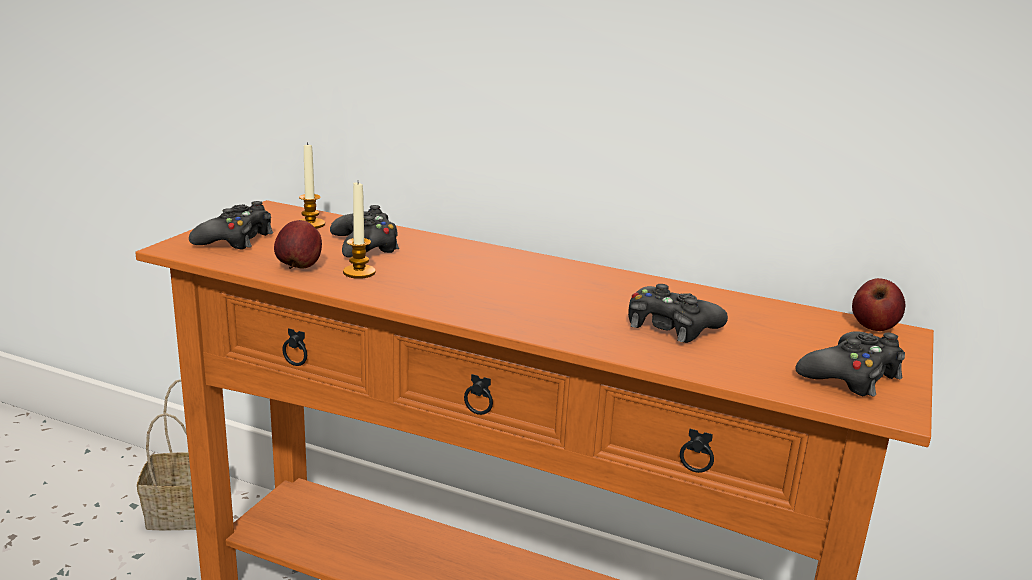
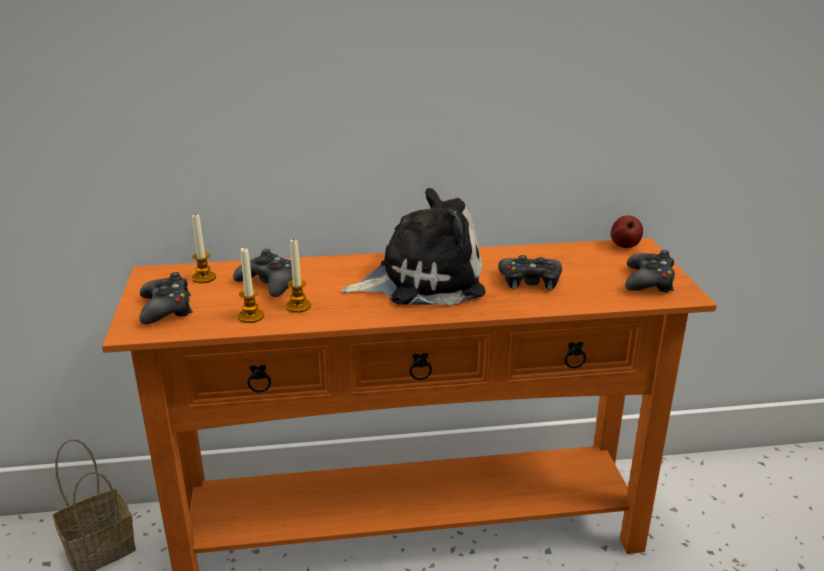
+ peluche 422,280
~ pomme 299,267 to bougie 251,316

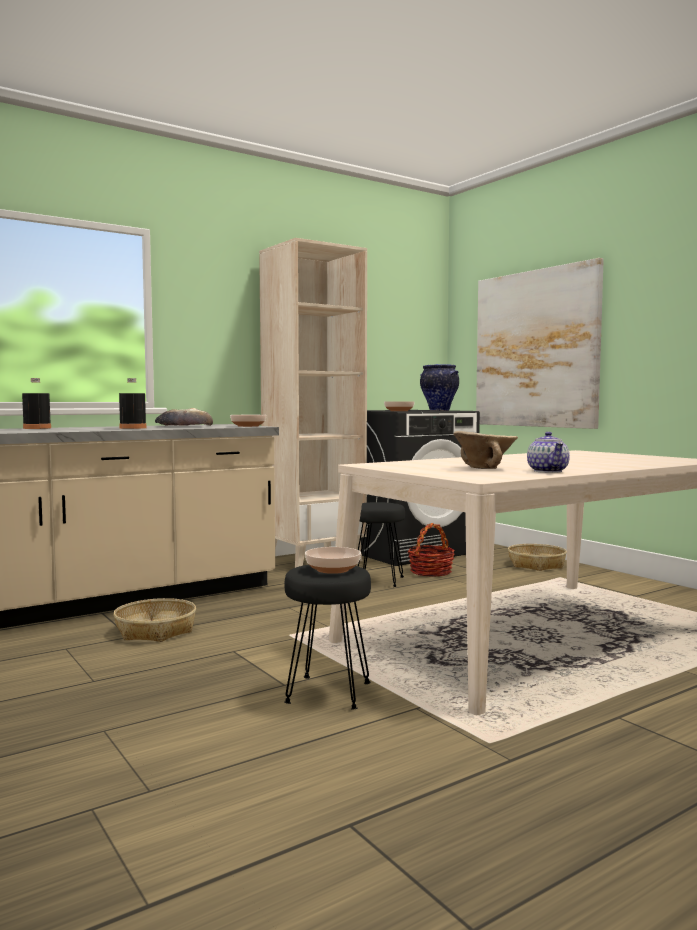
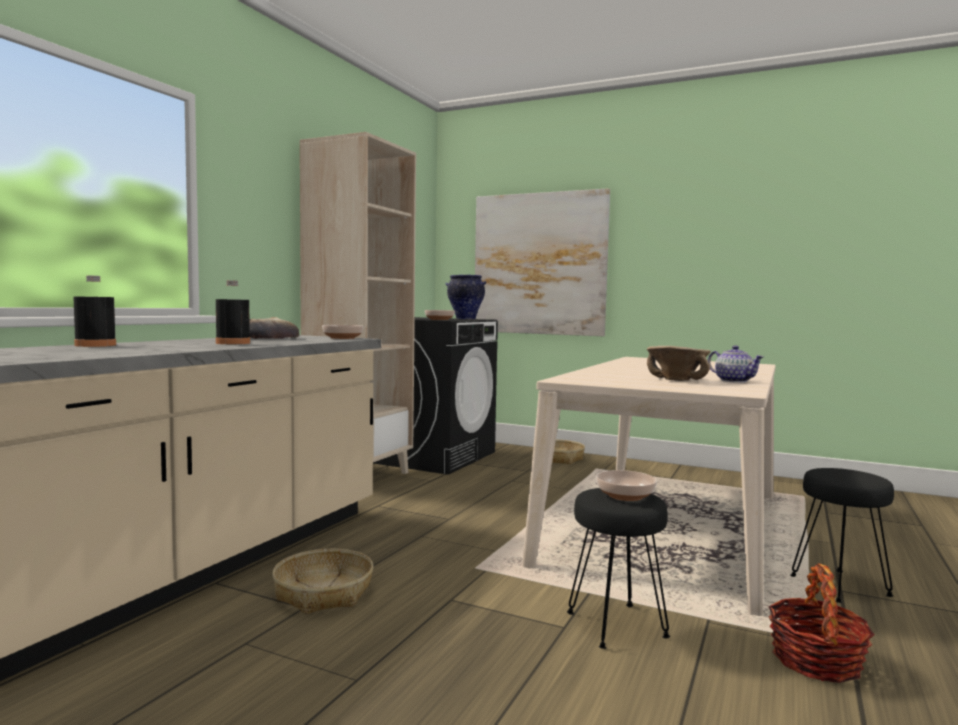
~ tabouret [noir] 378,581 to 840,586
~ panier 431,572 to 816,661

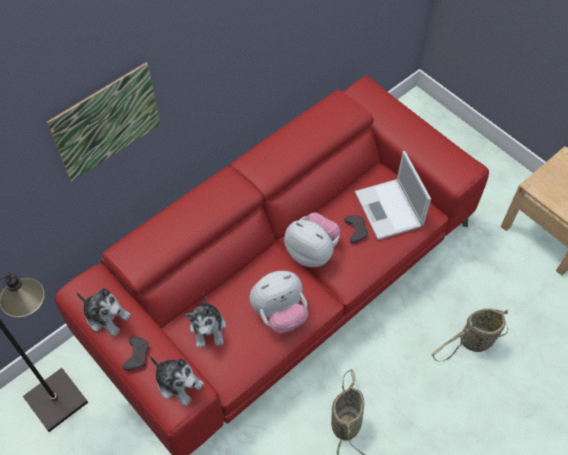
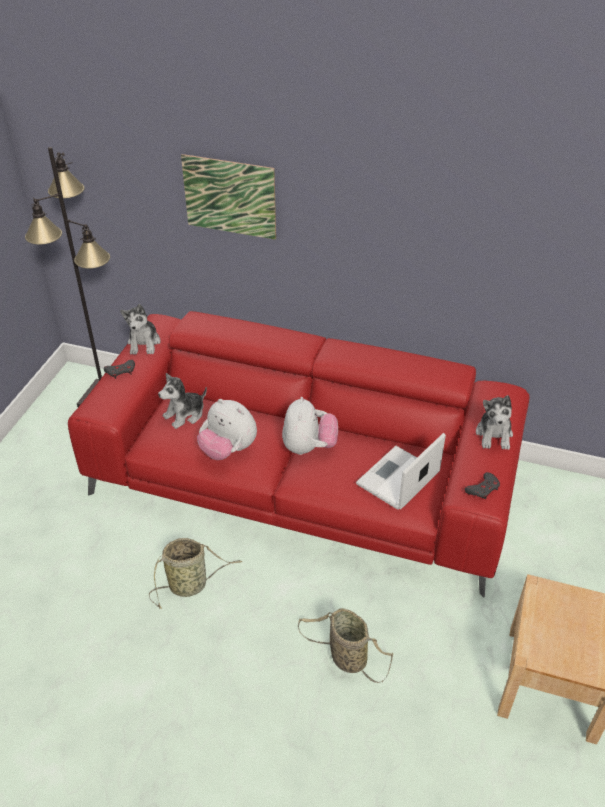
~ peluche 178,383 to 494,434
~ manette [gris] 356,230 to 483,488

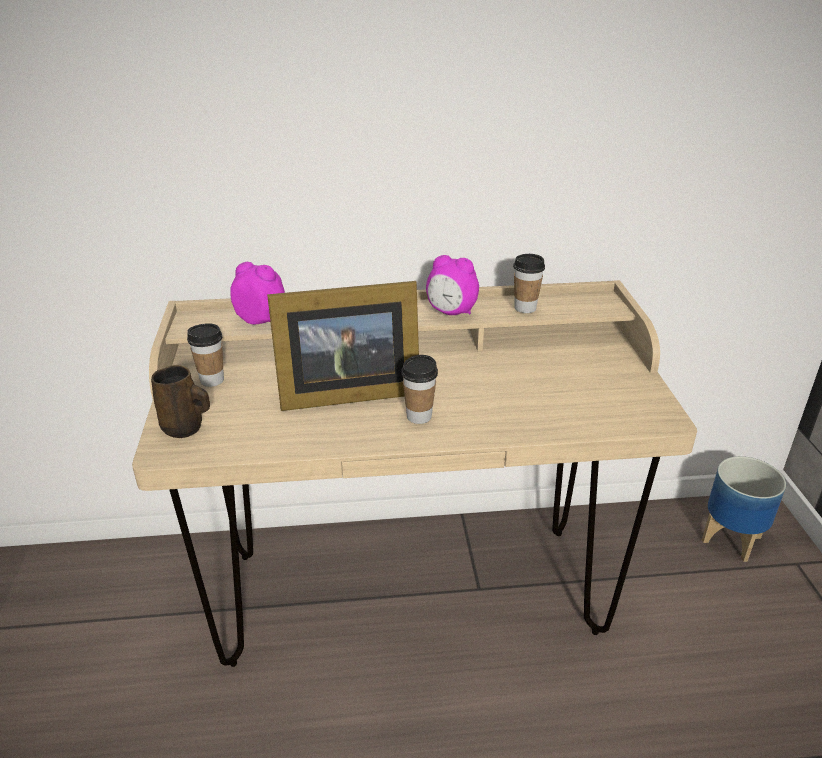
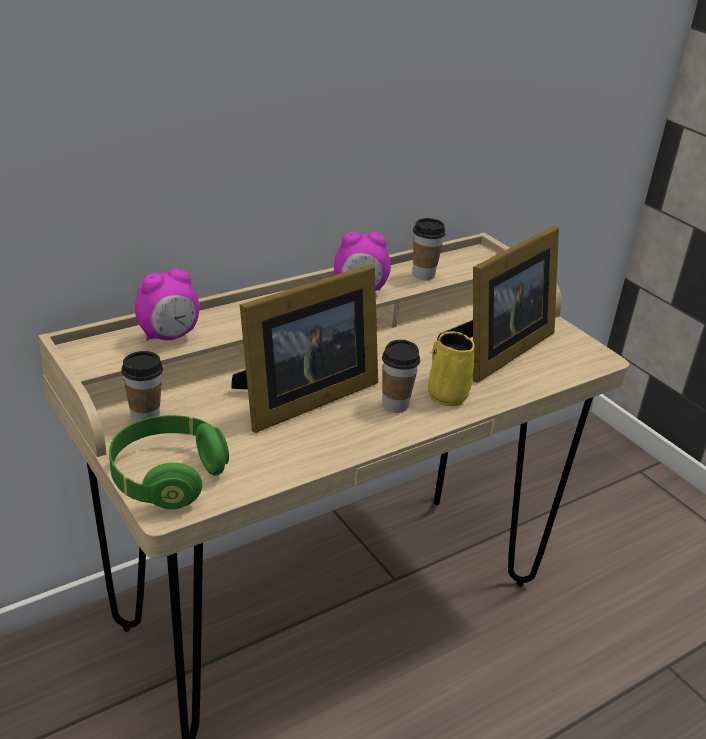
- cache-pot 731,538
+ mug [jaune] 446,394
+ cadre photo 497,350
~ mug [marron] 185,428 to casque audio [vert] 167,477
~ réveil 261,319 = 169,336 150 degrees clockwise

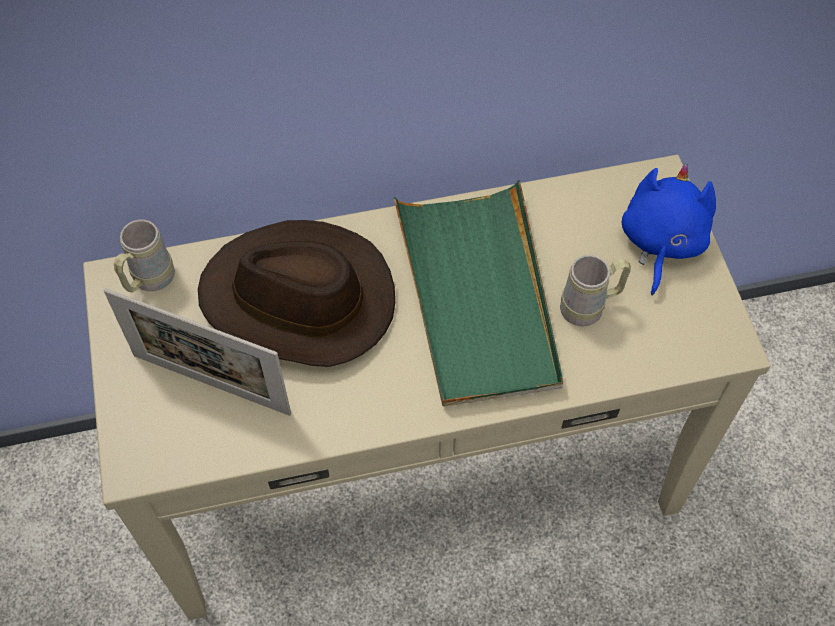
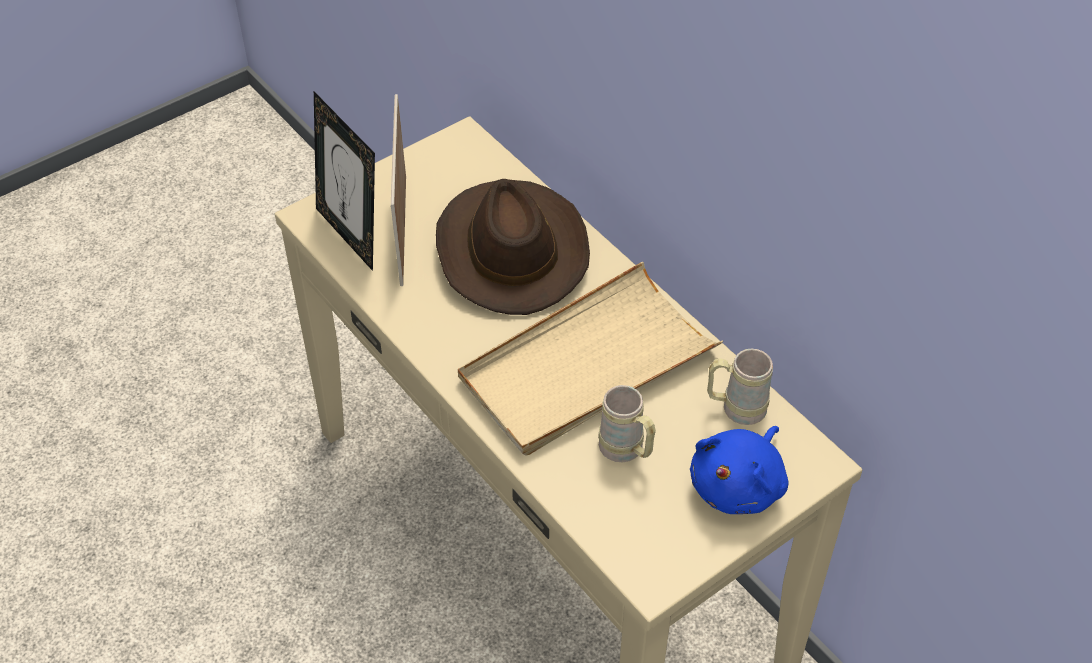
+ cadre photo 351,235
~ mug [beige] 148,281 to 735,408
~ plateau [vert] 478,296 to plateau [beige] 587,366
~ peluche [bleu] 661,242 = 739,485 135 degrees clockwise

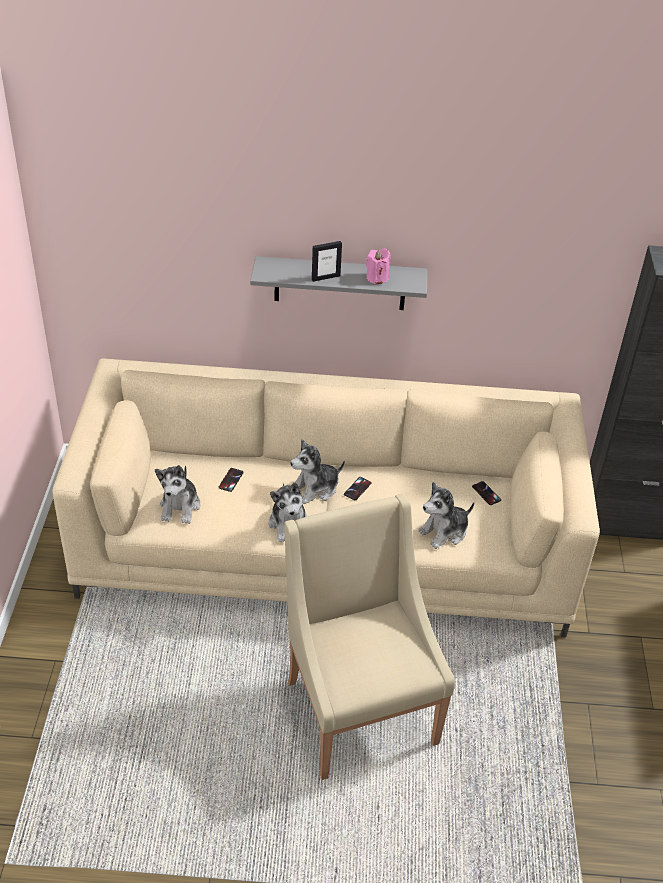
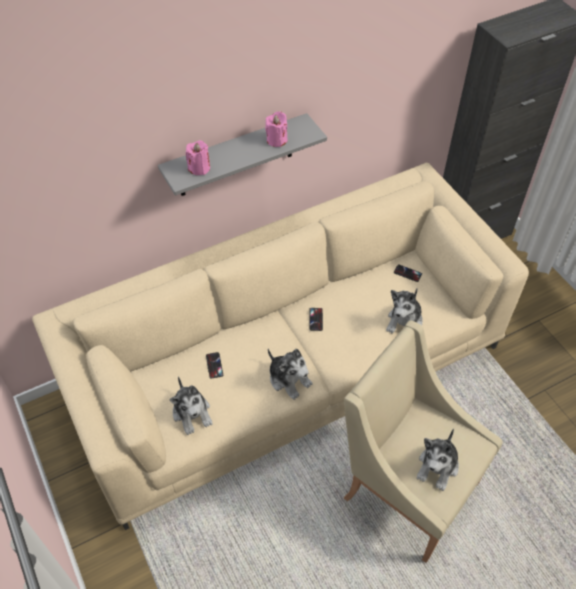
- cadre photo 325,277
+ bougie [rose] 199,168
~ peluche 316,488 to 438,466

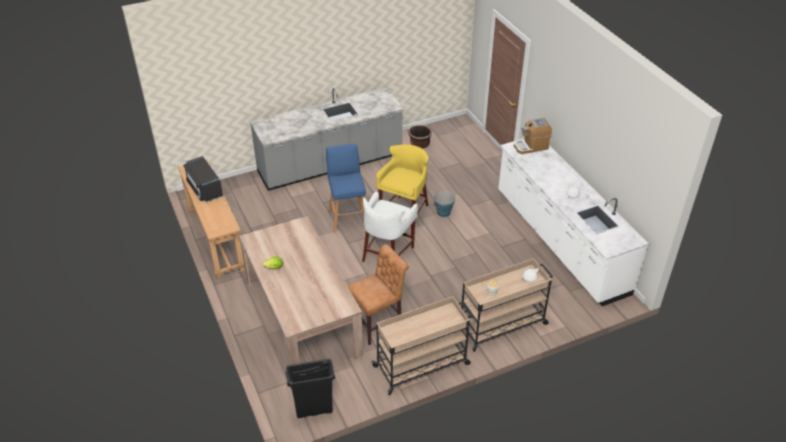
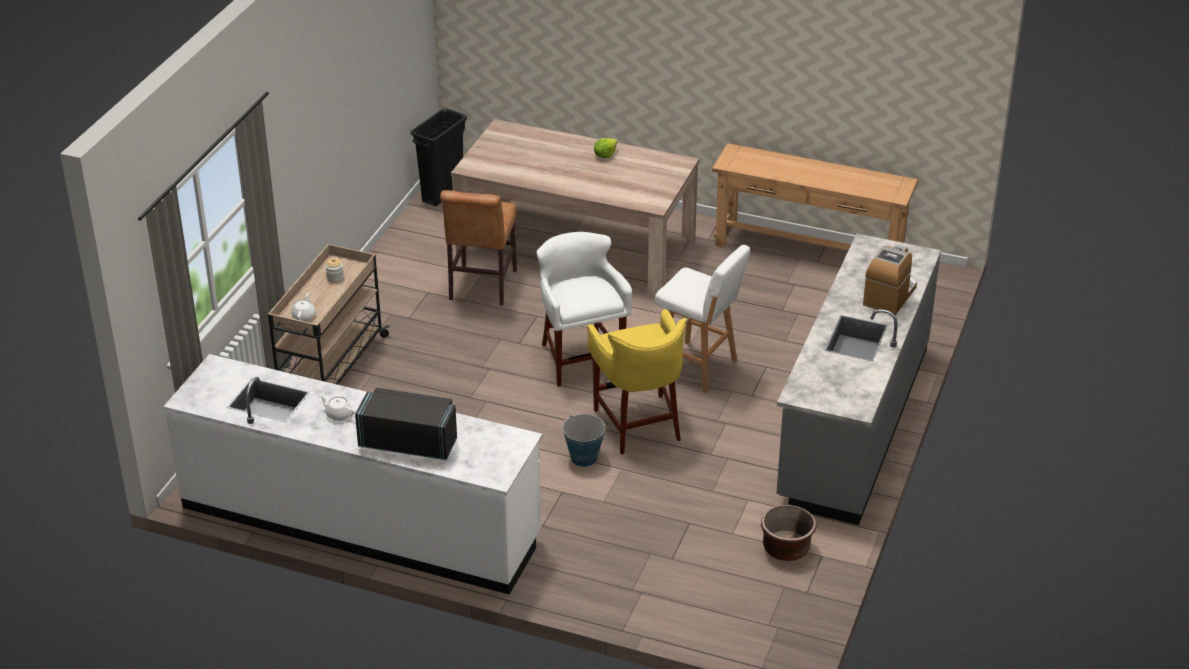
- chariot [beige] 422,365
~ micro-ondes [noir] 204,188 to 409,443
~ machine à café 531,146 to 889,296
~ tabouret [bleu] 348,219 to tabouret [blanc] 698,368

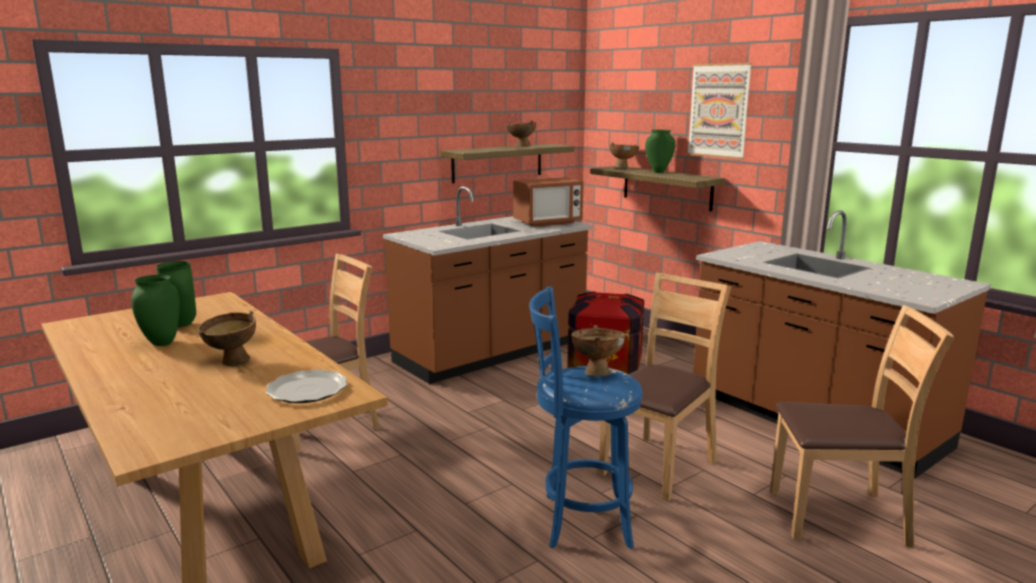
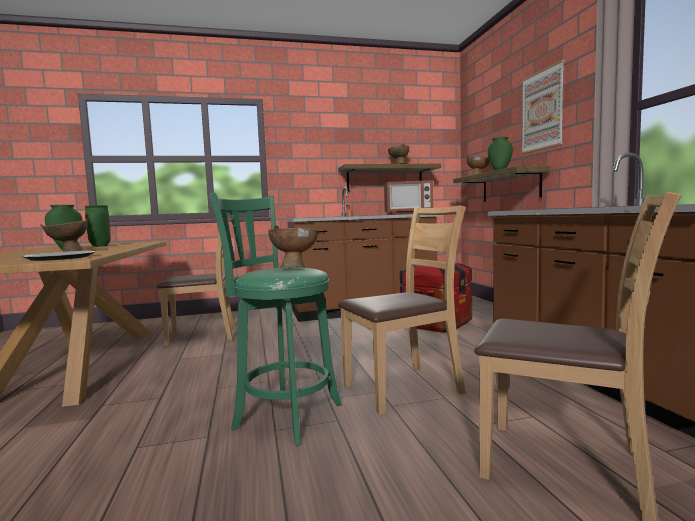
~ tabouret [bleu] 581,520 to tabouret [vert] 283,415

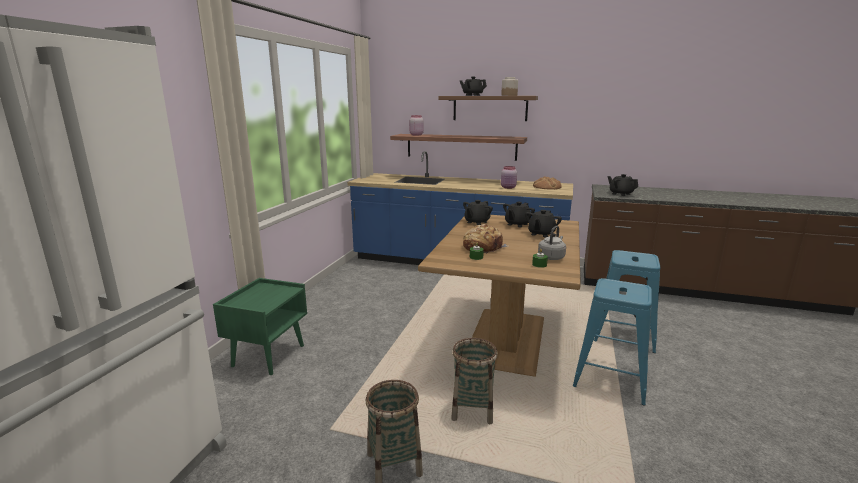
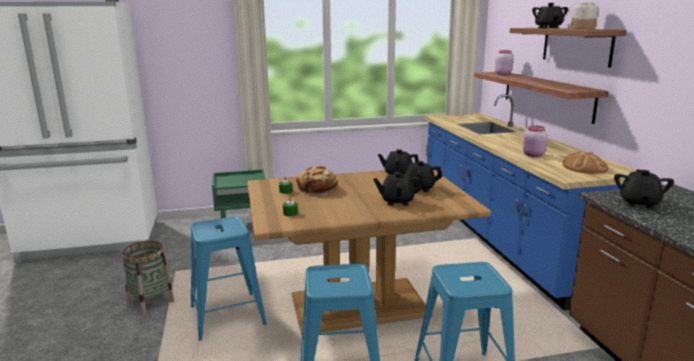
- bouilloire [gris] 551,257
~ panier 472,410 to tabouret [bleu] 228,316

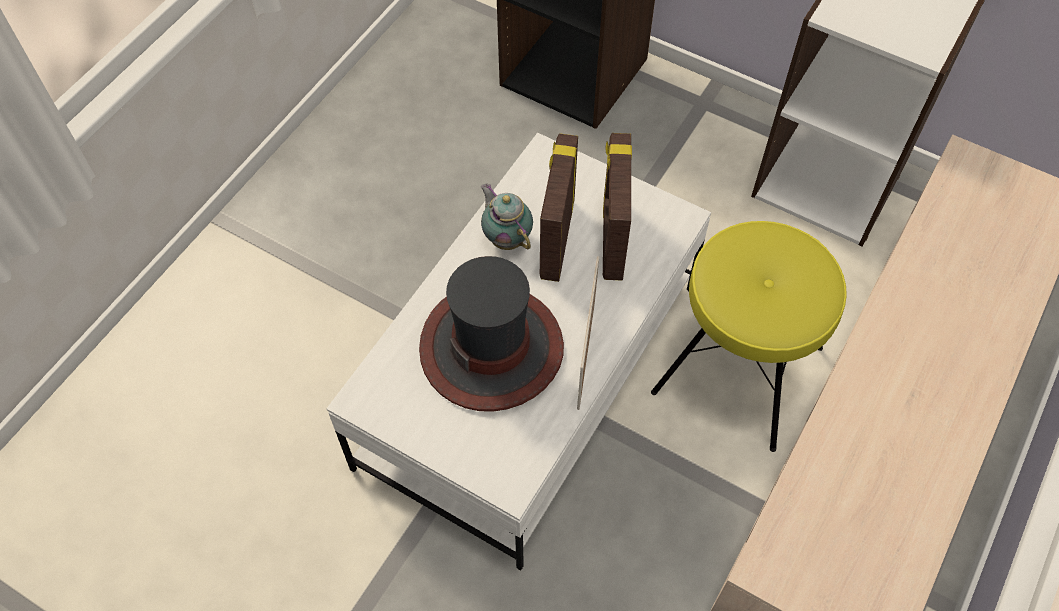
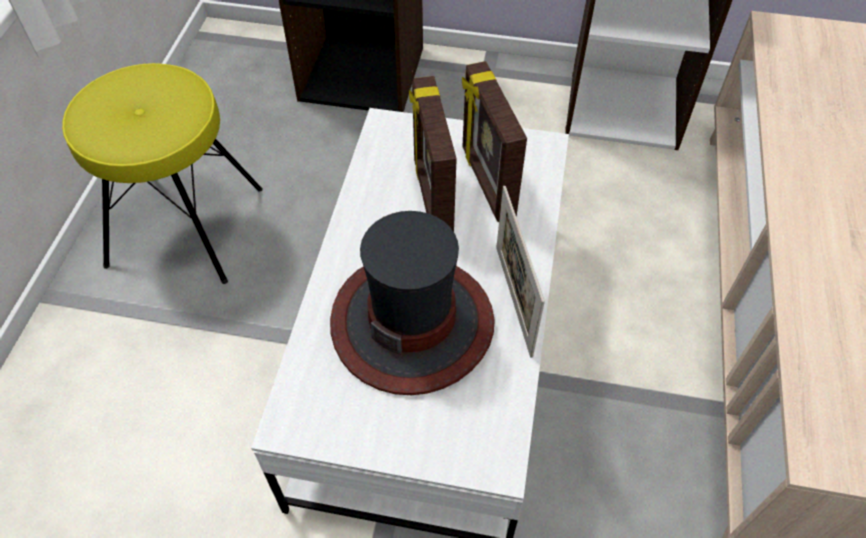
- théière 506,238
~ tabouret [jaune] 737,368 to 185,225

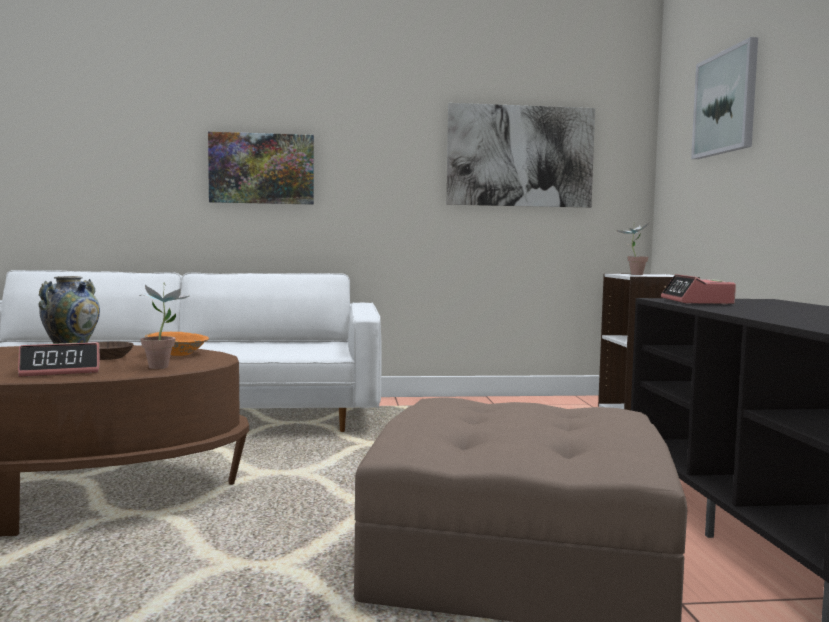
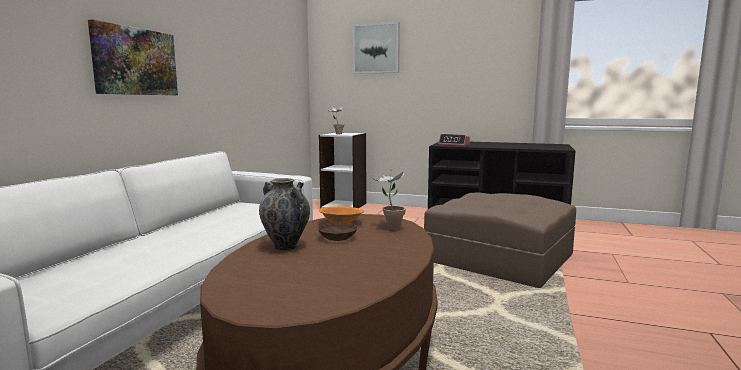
- réveil 62,370
- tableau 520,156

